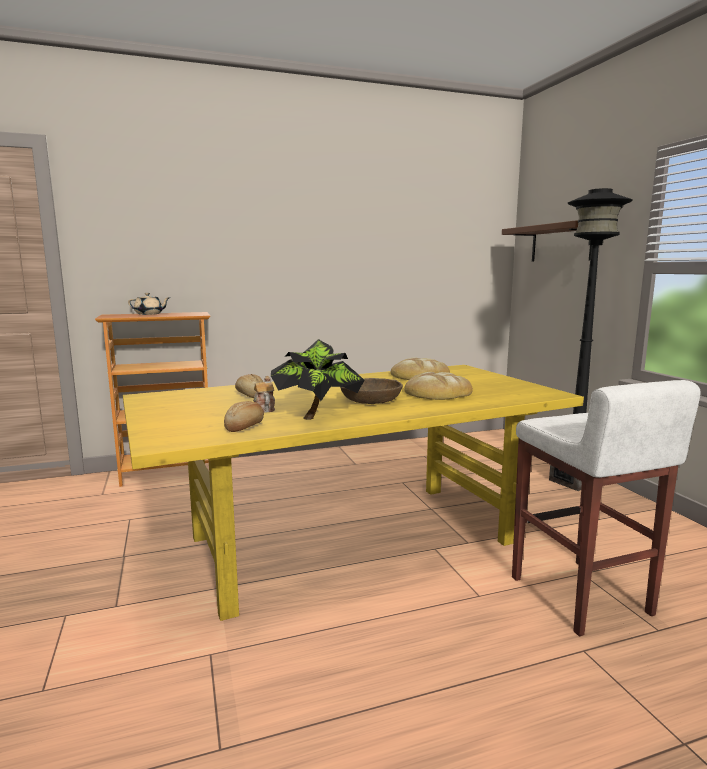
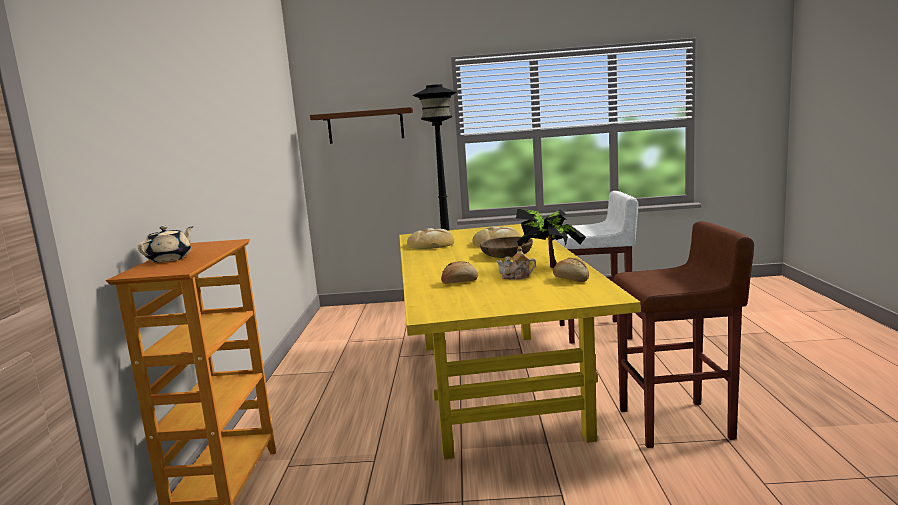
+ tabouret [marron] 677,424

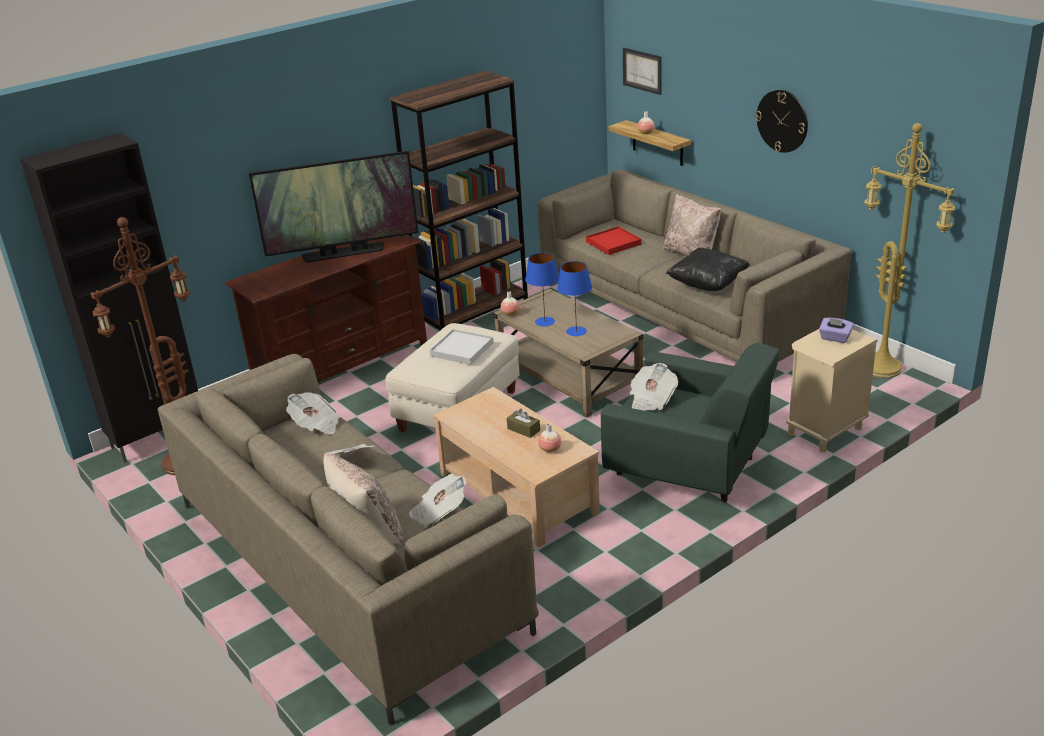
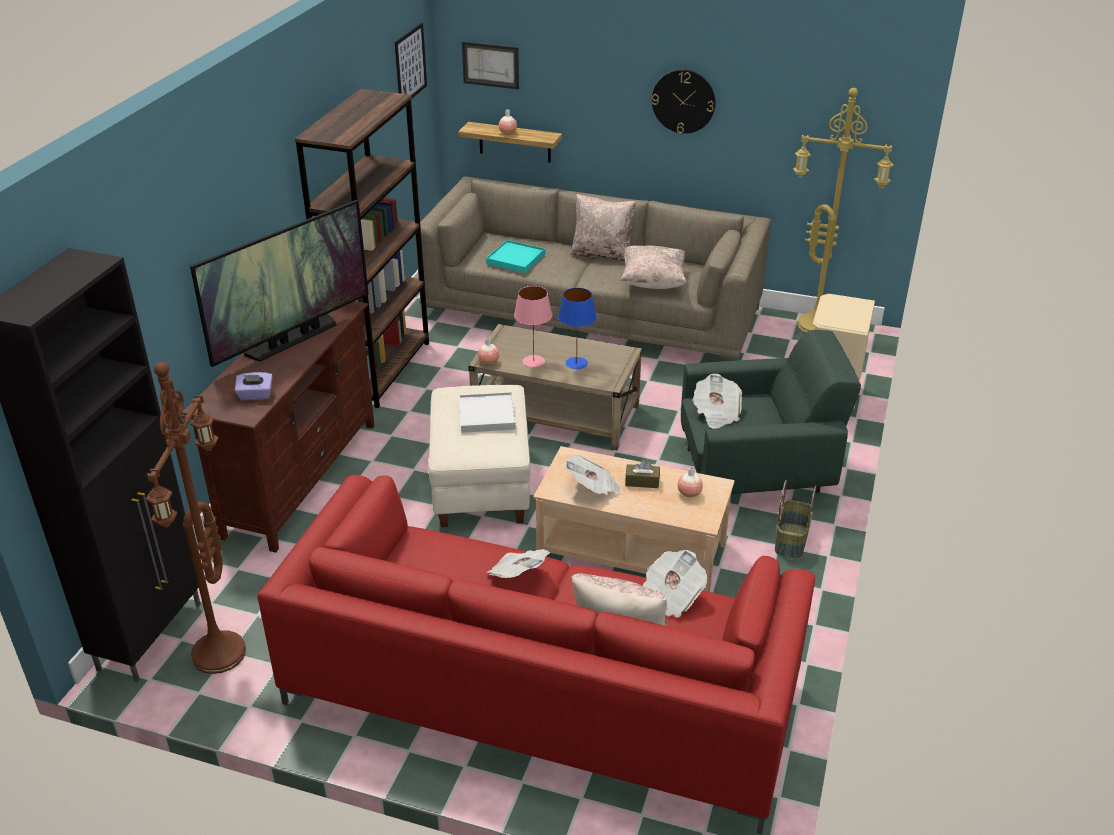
+ tableau 410,64
+ panier 791,541
~ journal 316,425 to 593,488
~ boîte à mouchoirs [violet] 835,338 to 255,395
~ canapé [beige] 345,564 to canapé [rouge] 540,692
~ lampe de table [bleu] 544,321 to lampe de table [rose] 533,361
~ plateau [rouge] 613,243 to plateau [turquoise] 515,259
~ coussin [noir] 707,284 to coussin [beige] 653,282

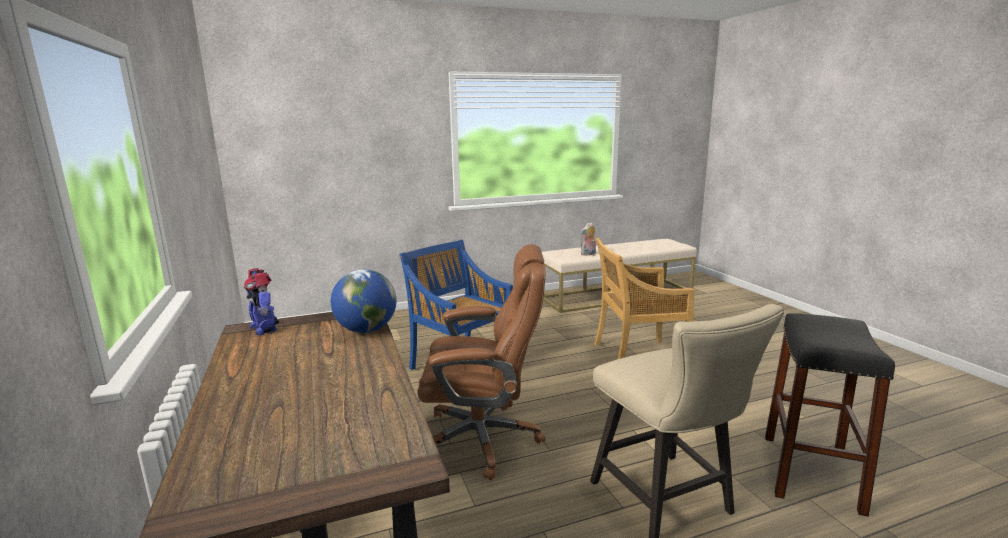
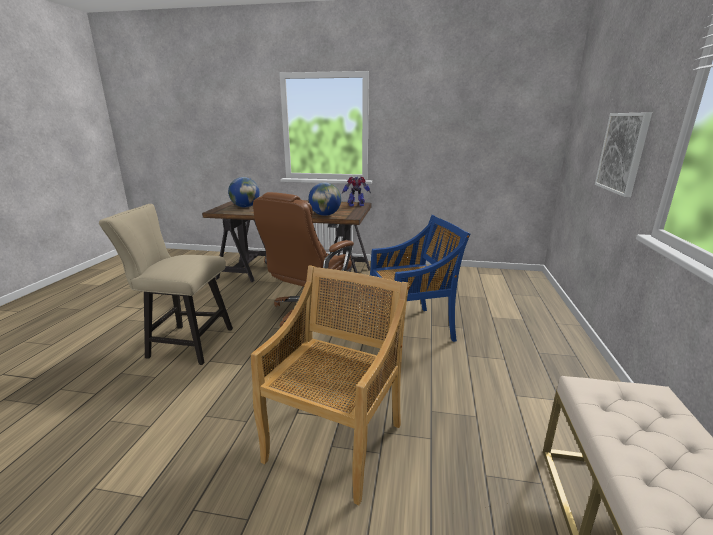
- peluche 588,254
- tabouret [noir] 810,472
+ globe 245,207
+ tableau 622,153

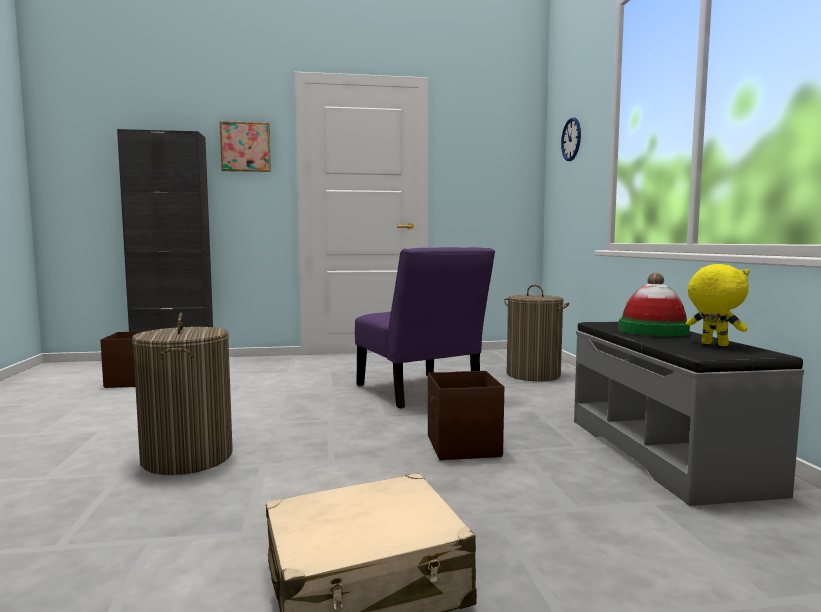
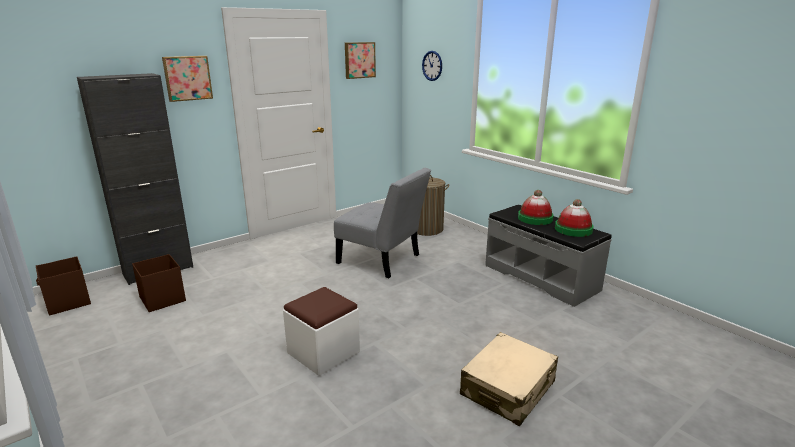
+ tableau 359,60
~ boîte de rangement [marron] 463,447 to 68,302
~ panier à linge 187,458 to pouf [blanc] 323,352
~ peluche [jaune] 713,344 to chapeau 573,229
~ chaise [violet] 420,392 to chaise [gris] 382,260

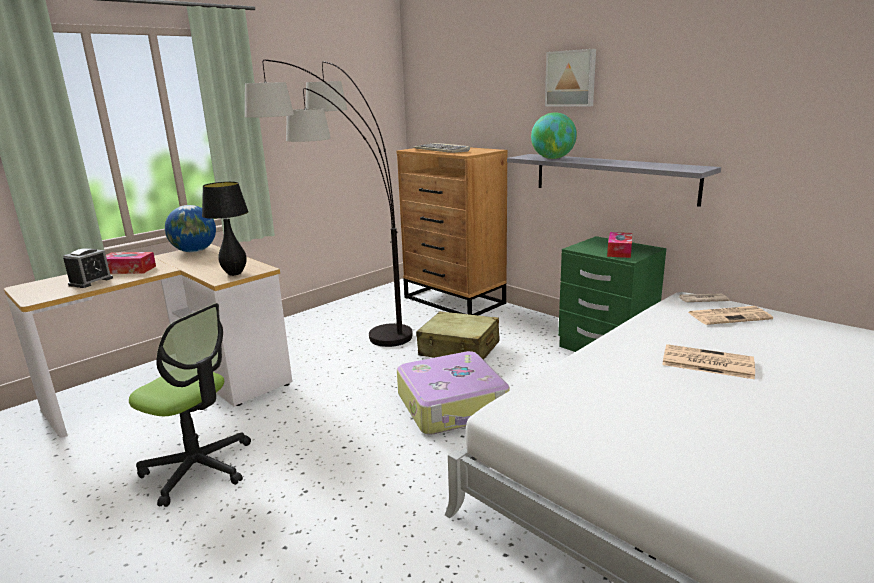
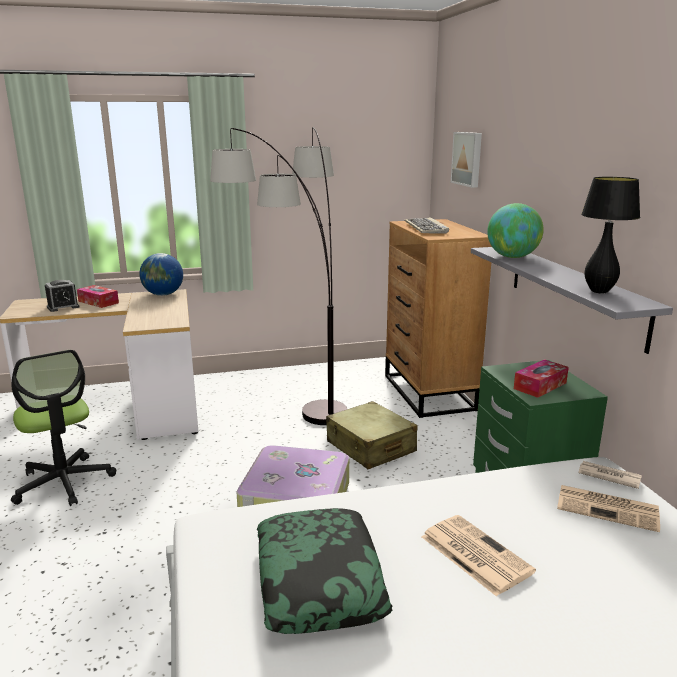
+ coussin 319,581
~ lampe de table [noir] 235,273 to 599,291
~ tableau 571,78 to 468,159

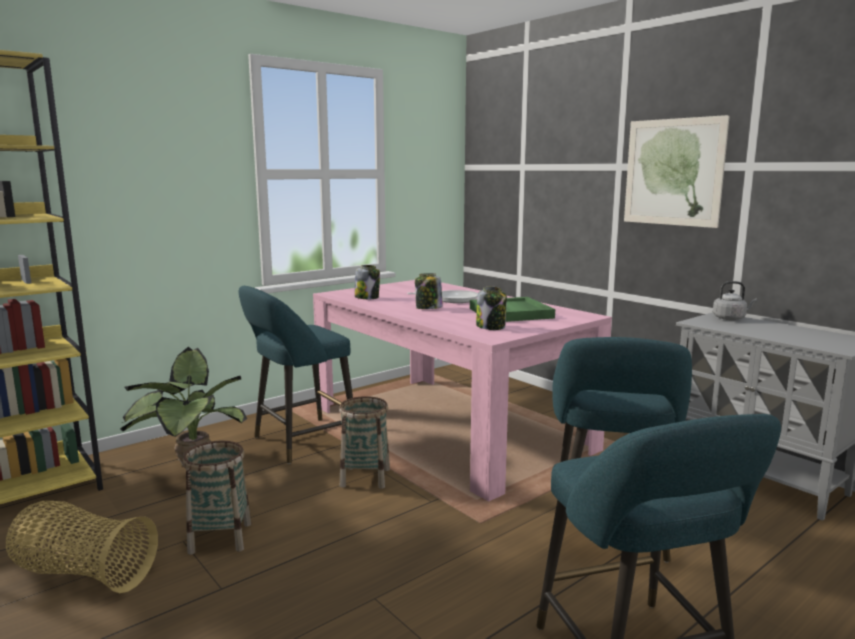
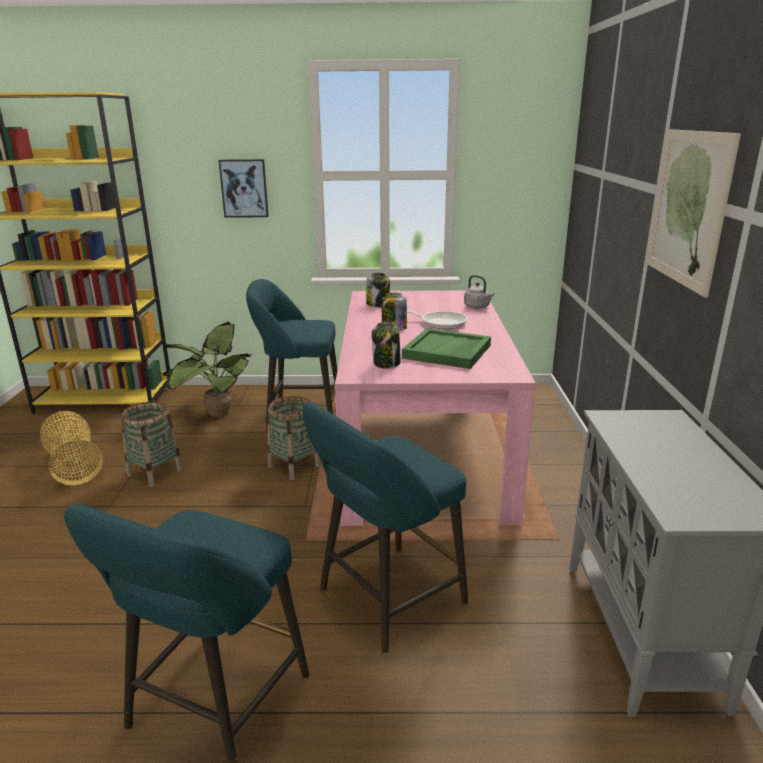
+ tableau 244,188
~ bouilloire [gris] 730,318 to 478,307

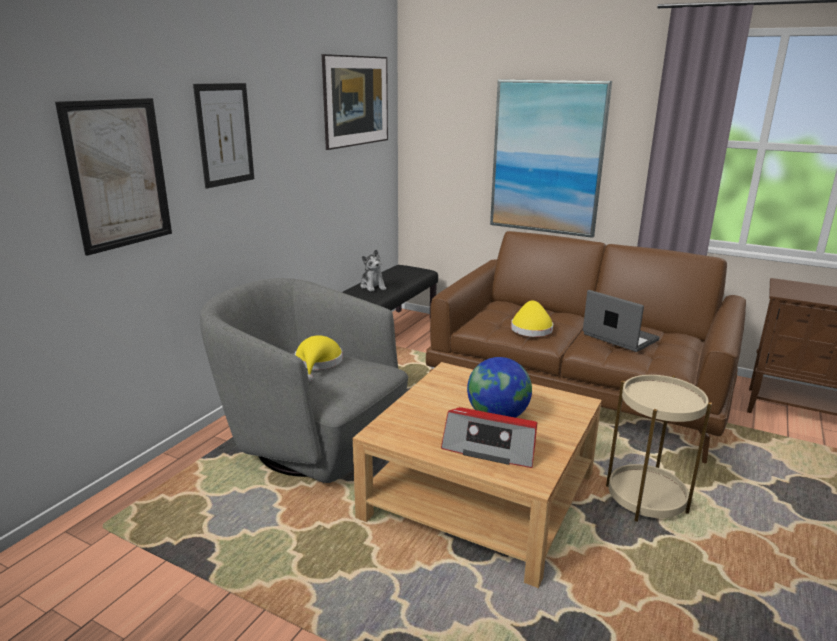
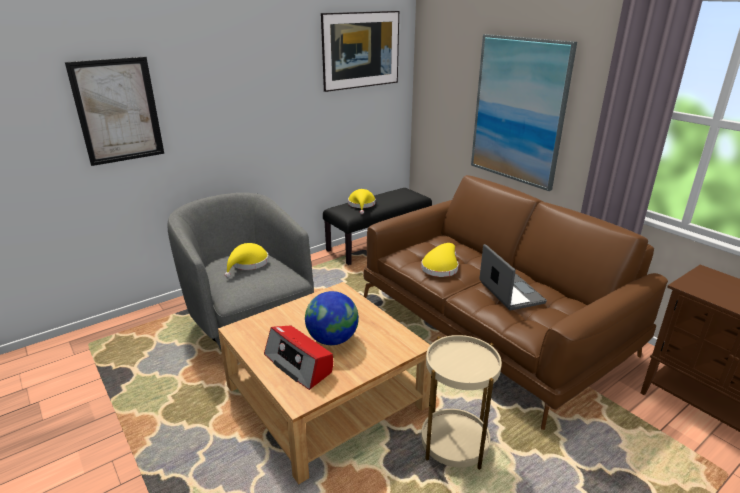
- tableau 225,134
~ peluche 373,286 to chapeau [jaune] 362,205

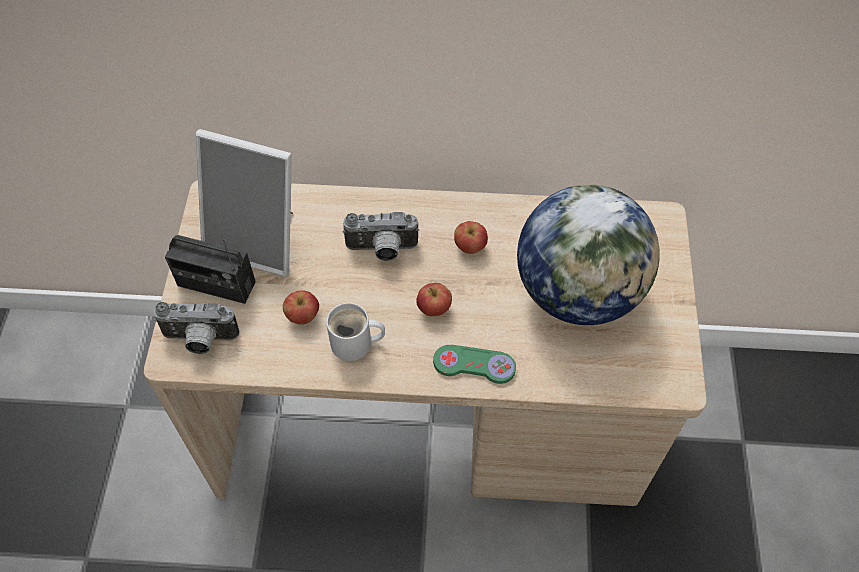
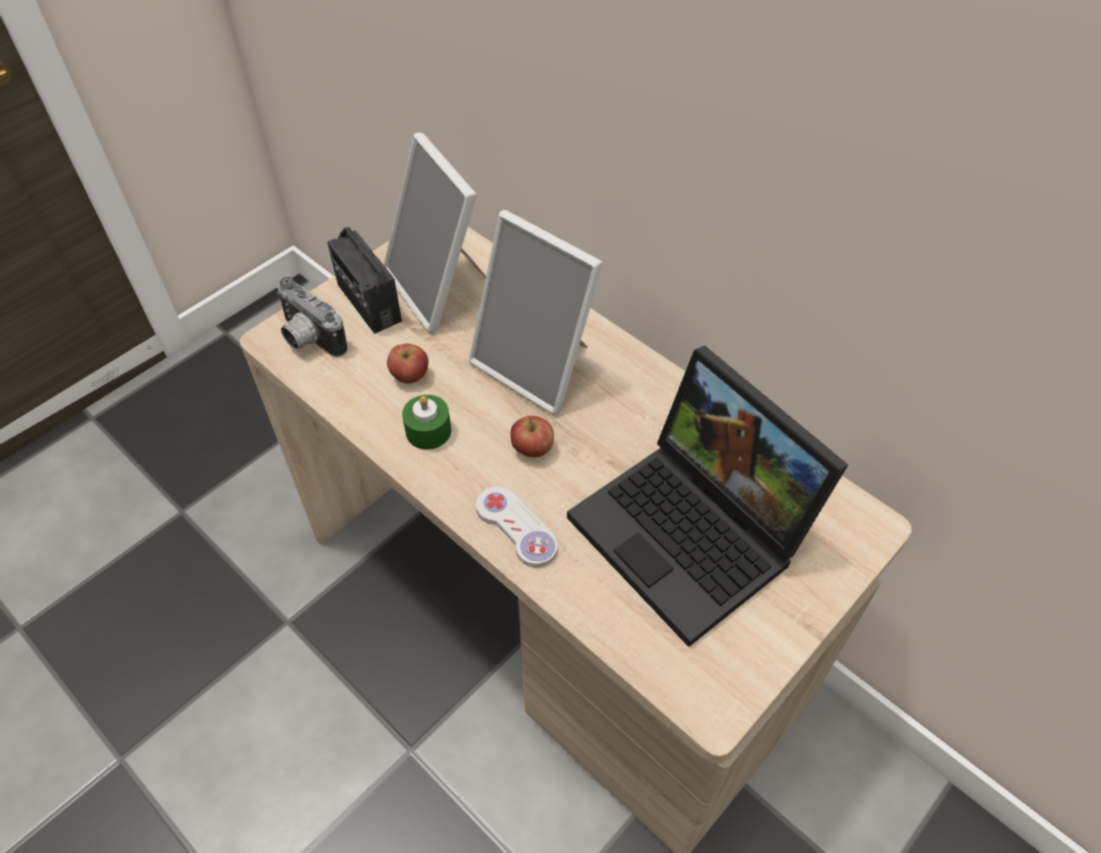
- pomme 470,246
~ mug [blanc] 355,344 to bougie [vert] 428,431
~ appareil photo 382,250 to cadre photo 538,366
~ globe 578,292 to ordinateur portable 695,533
~ manette [vert] 474,365 to manette [blanc] 516,527

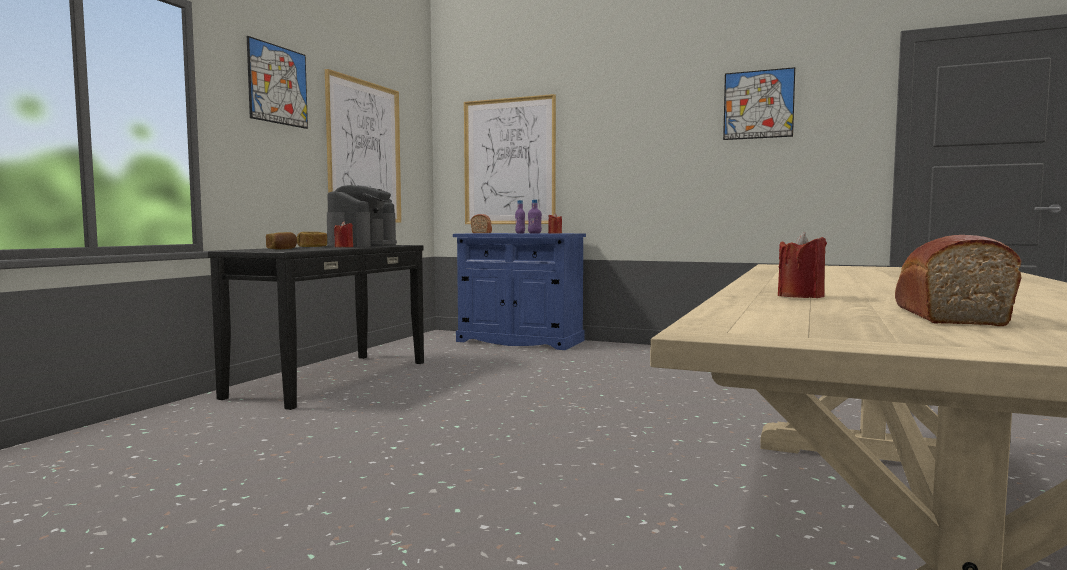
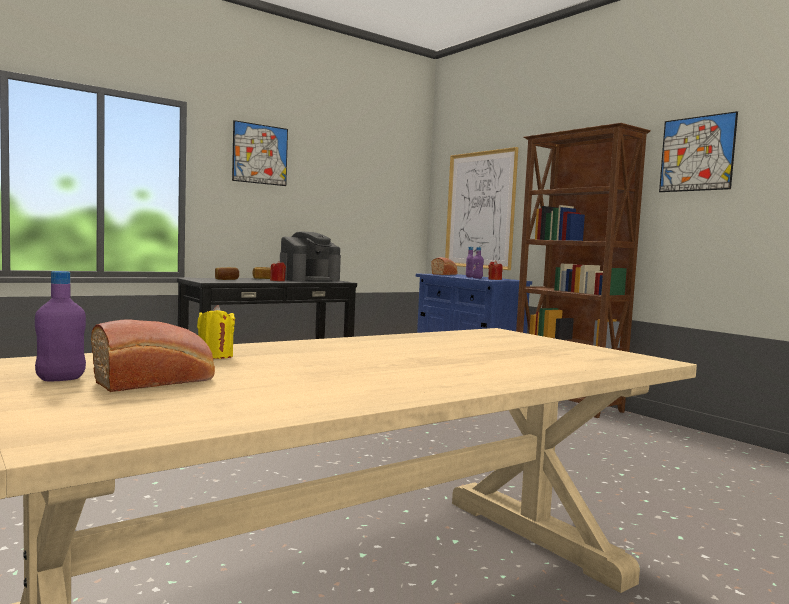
- tableau 364,152
+ bouteille [violet] 61,379
+ bibliothèque [marron] 565,403
~ bougie [rouge] 800,297 to bougie [jaune] 215,356

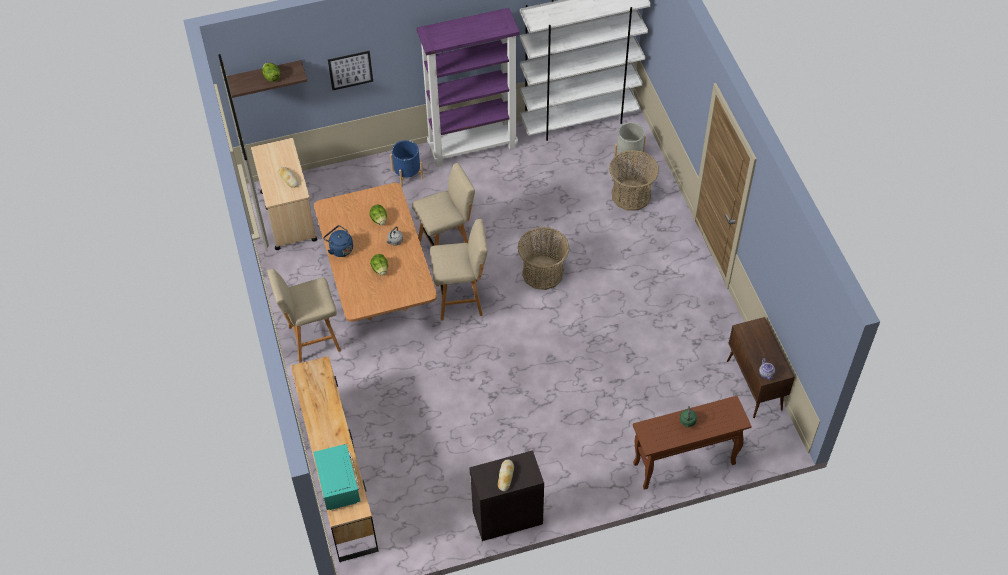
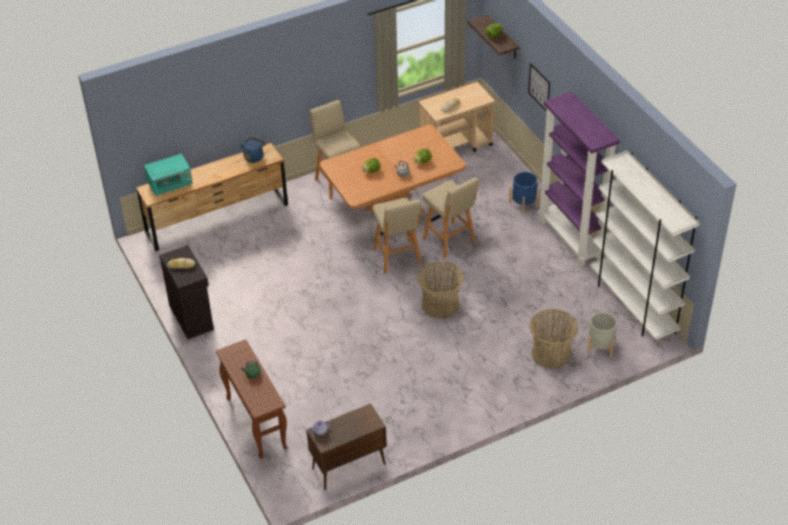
~ bouilloire [bleu] 340,249 to 254,157

